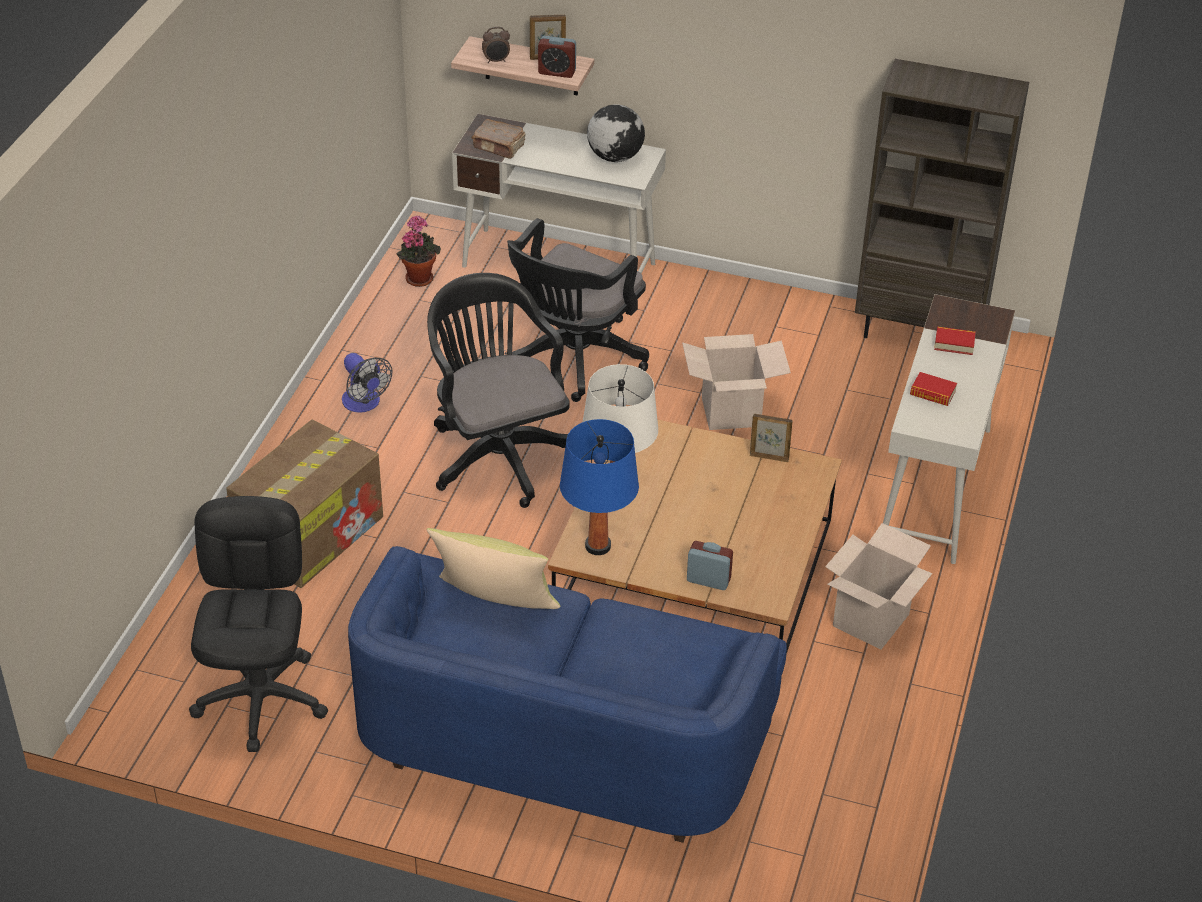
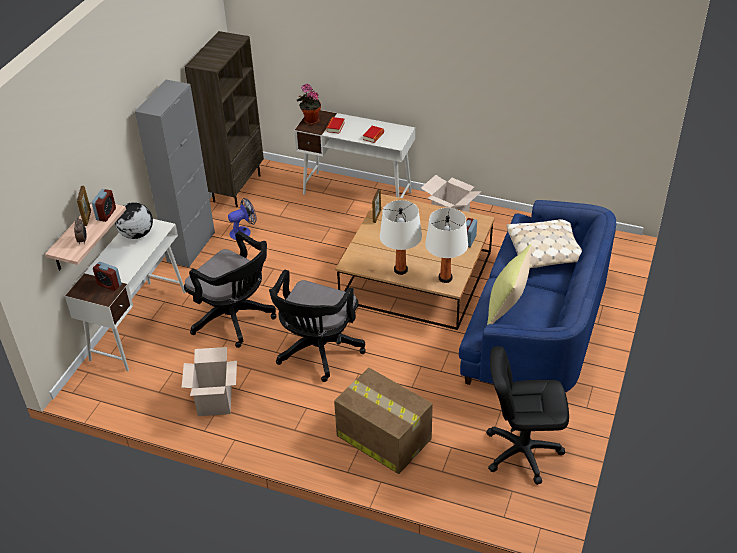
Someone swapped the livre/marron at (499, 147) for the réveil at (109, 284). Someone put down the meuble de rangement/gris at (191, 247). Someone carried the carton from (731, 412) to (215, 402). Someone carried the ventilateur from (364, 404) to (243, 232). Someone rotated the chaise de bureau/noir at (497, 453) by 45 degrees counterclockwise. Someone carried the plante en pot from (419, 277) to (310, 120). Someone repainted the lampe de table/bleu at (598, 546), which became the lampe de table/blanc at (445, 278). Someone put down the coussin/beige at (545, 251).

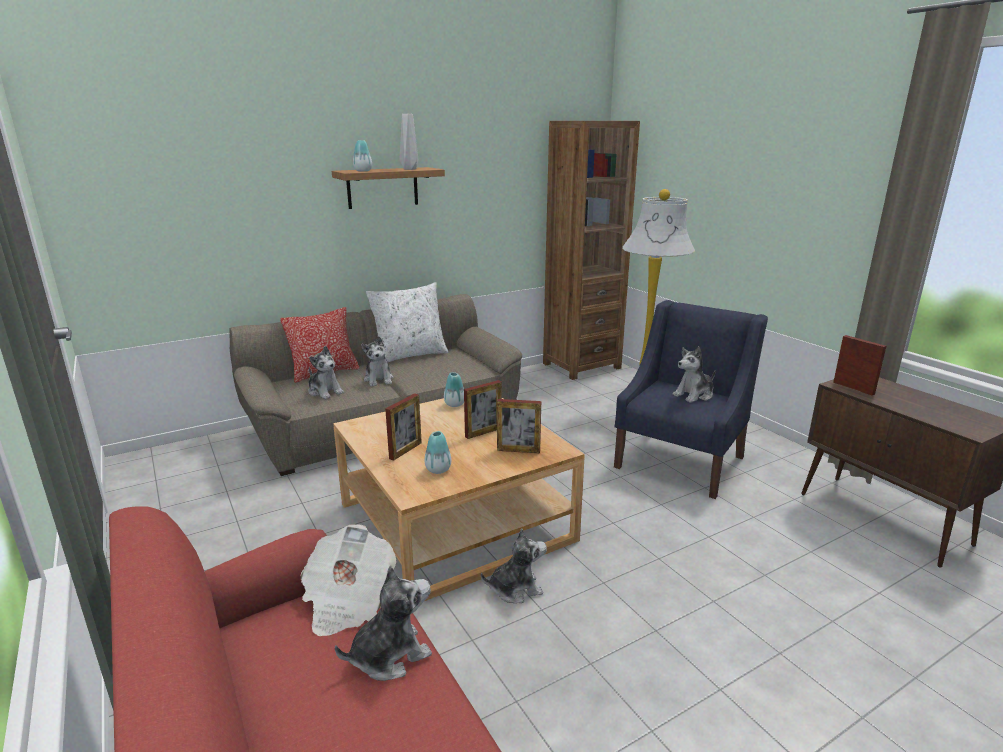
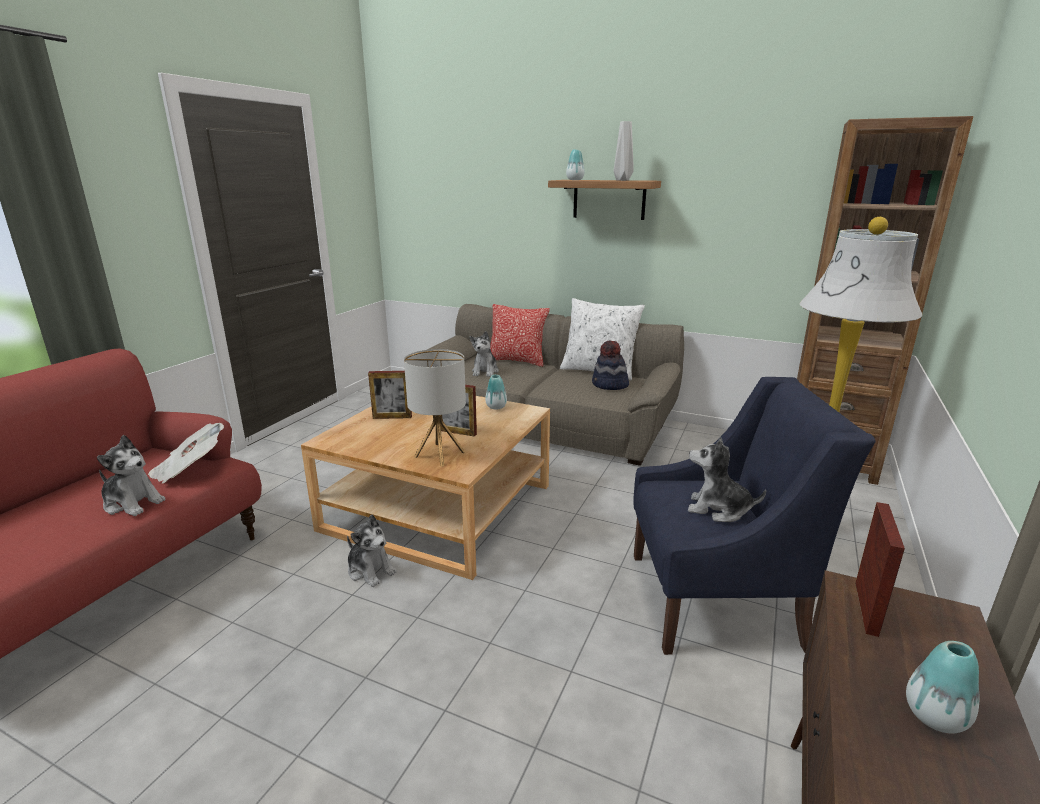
Someone swapped the cadre photo at (518, 450) for the lampe de table at (440, 454). Someone put down the chapeau at (609, 385). Someone carried the vase from (438, 470) to (934, 716). Someone took away the peluche at (379, 379).

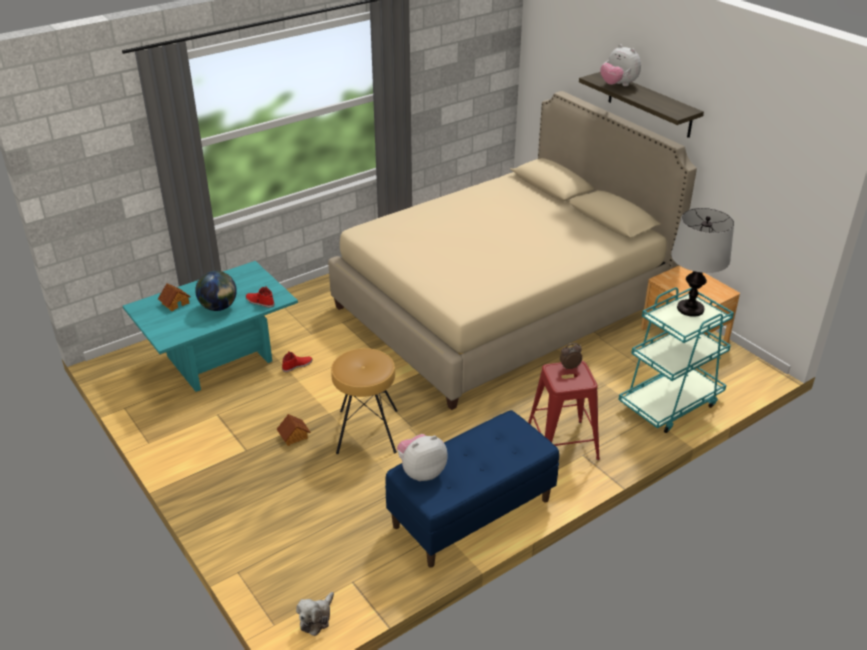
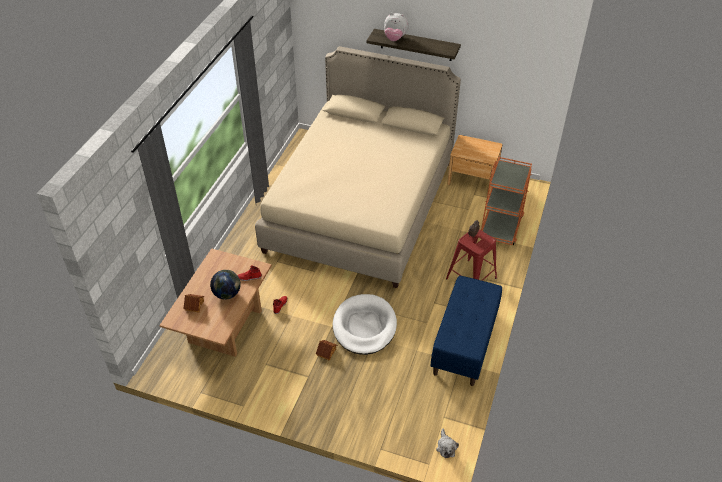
Someone repainted the table basse/turquoise at (219, 356), which became the table basse/marron at (223, 325). Someone swapped the tabouret/marron at (366, 431) for the panier pour chien/blanc at (364, 326). Someone repainted the chariot/turquoise at (670, 404), which became the chariot/orange at (501, 226). Someone took away the peluche at (421, 472). Someone took away the lampe de table at (691, 309).

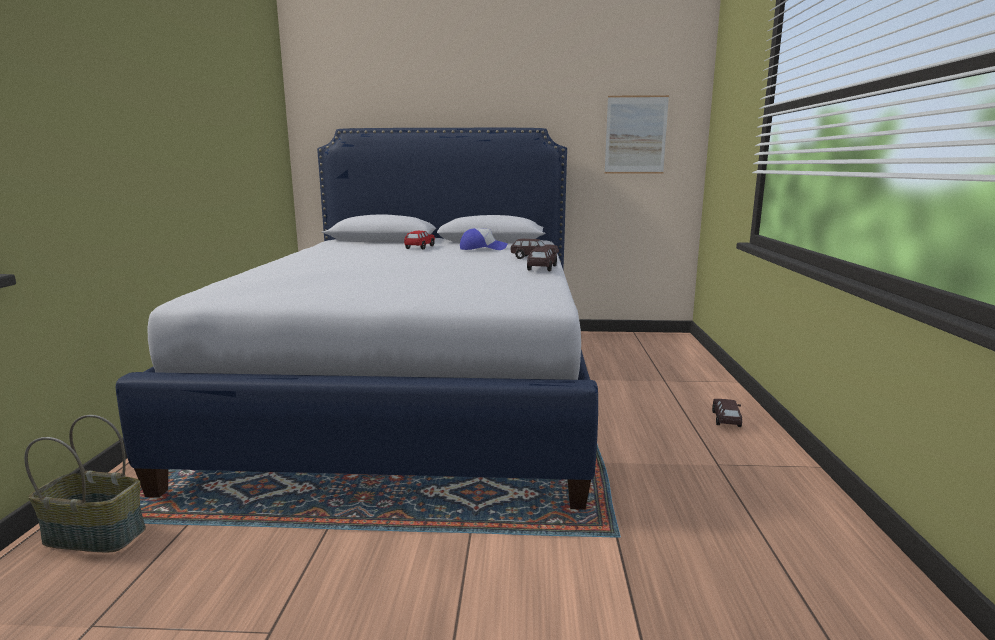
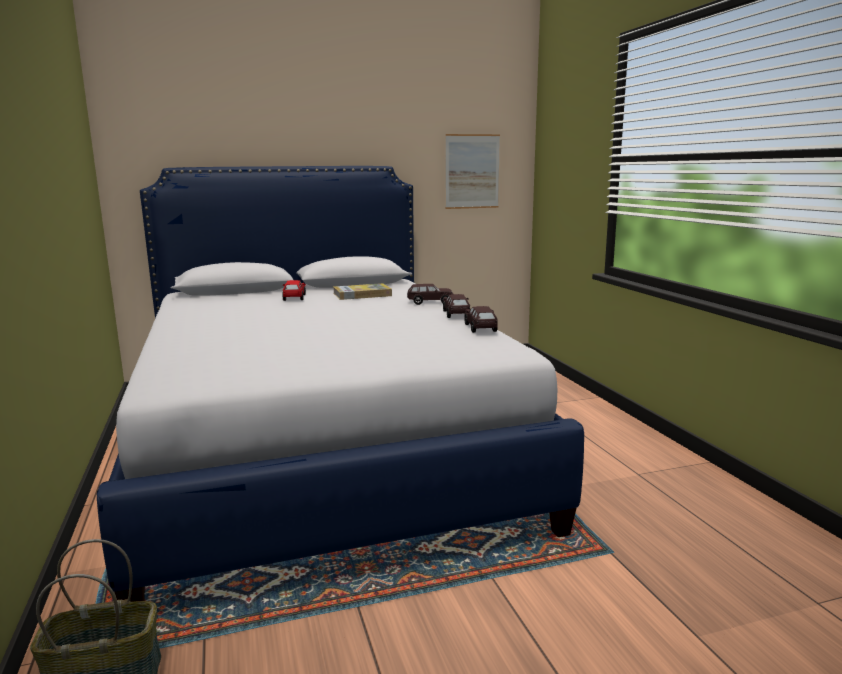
Someone swapped the casquette at (482, 248) for the livre at (362, 294). Someone carried the petite voiture/marron from (726, 420) to (480, 328).

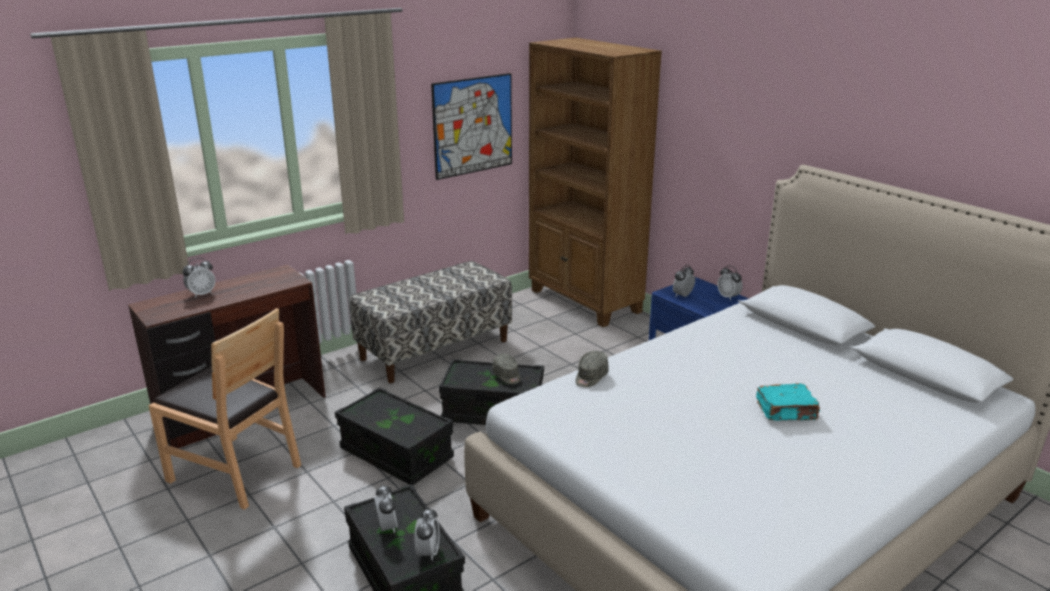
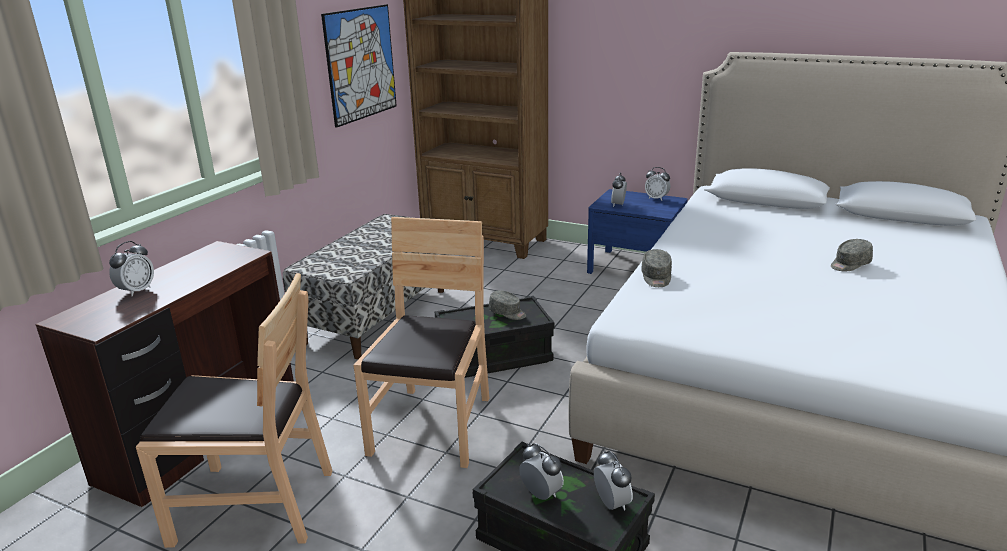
Someone swapped the boîte de rangement/noir at (396, 454) for the chaise/marron at (433, 426). Someone swapped the livre/turquoise at (786, 412) for the casquette/gris at (849, 264).

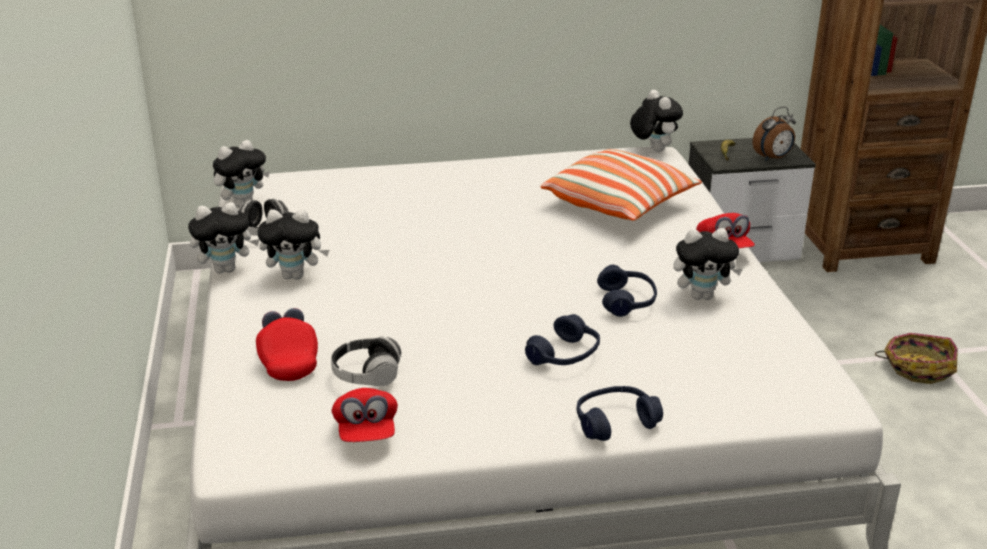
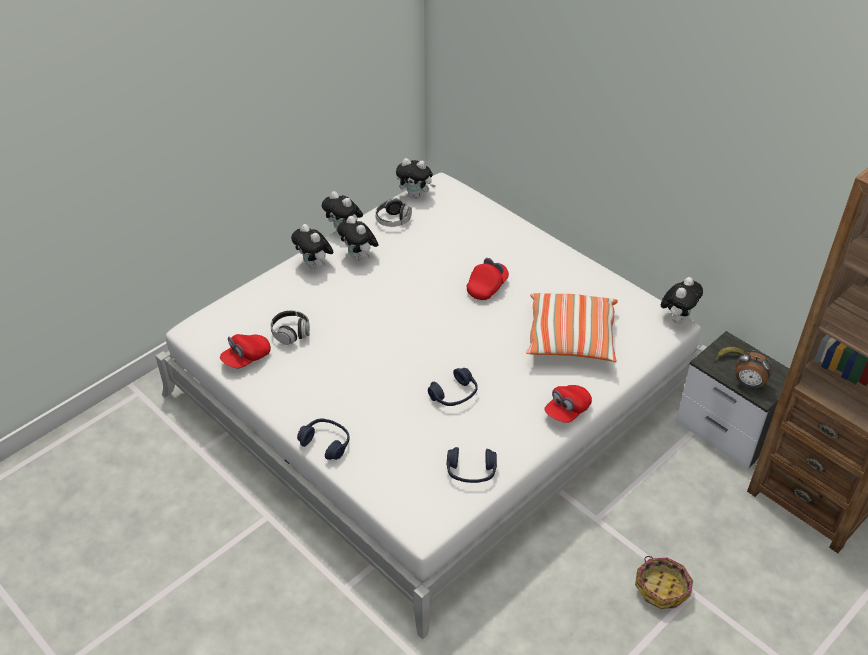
Someone carried the peluche from (702, 296) to (315, 265). Someone carried the casque audio/bleu from (565, 355) to (471, 471). Someone carried the casquette/rouge from (288, 361) to (487, 287).

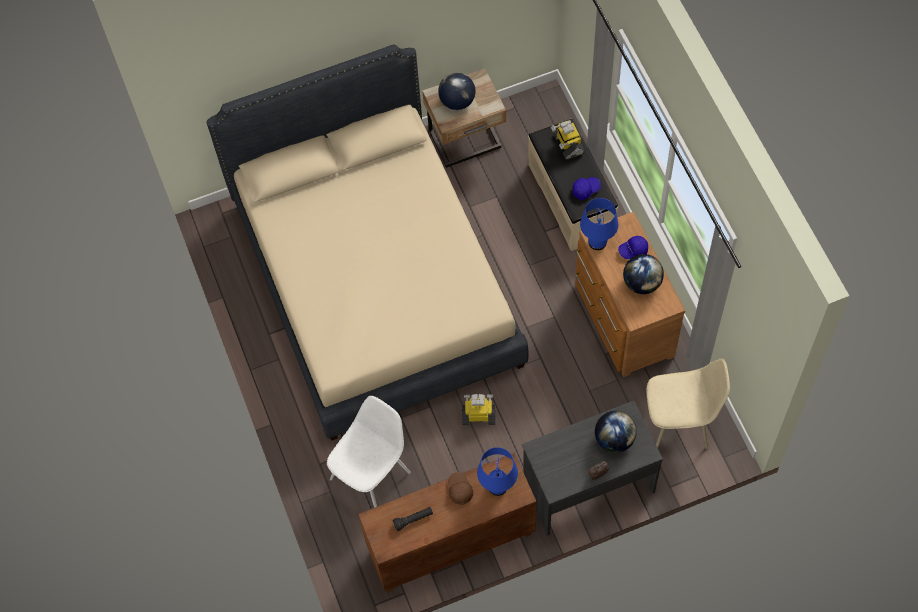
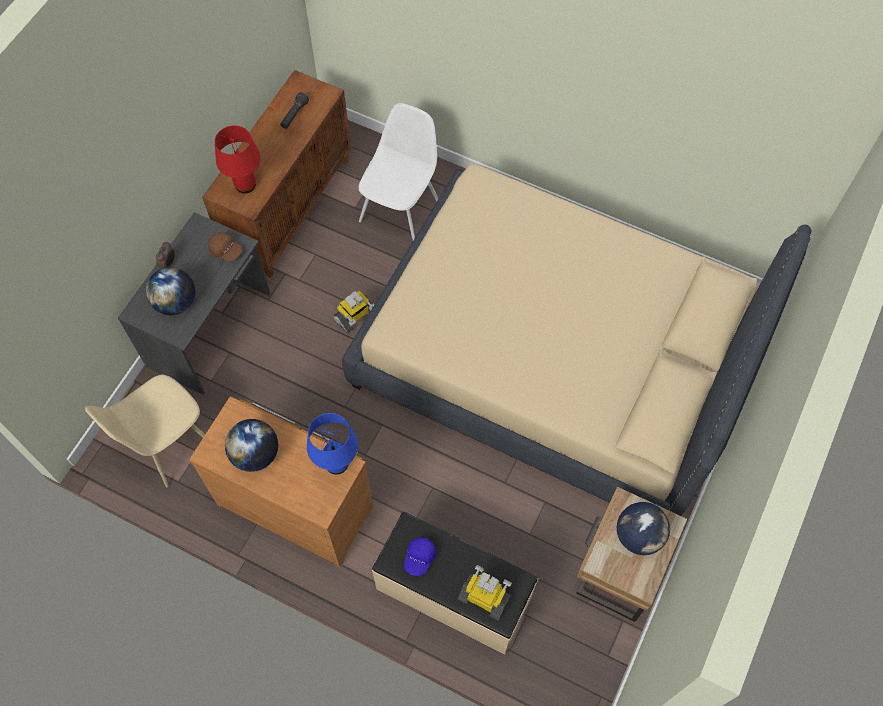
Someone carried the casquette/marron from (460, 490) to (226, 250). Someone repainted the lampe de table/bleu at (498, 486), which became the lampe de table/rouge at (245, 185). Someone rotated the chaise/blanc at (371, 474) by 150 degrees counterclockwise. Someone took away the casquette/bleu at (633, 250).

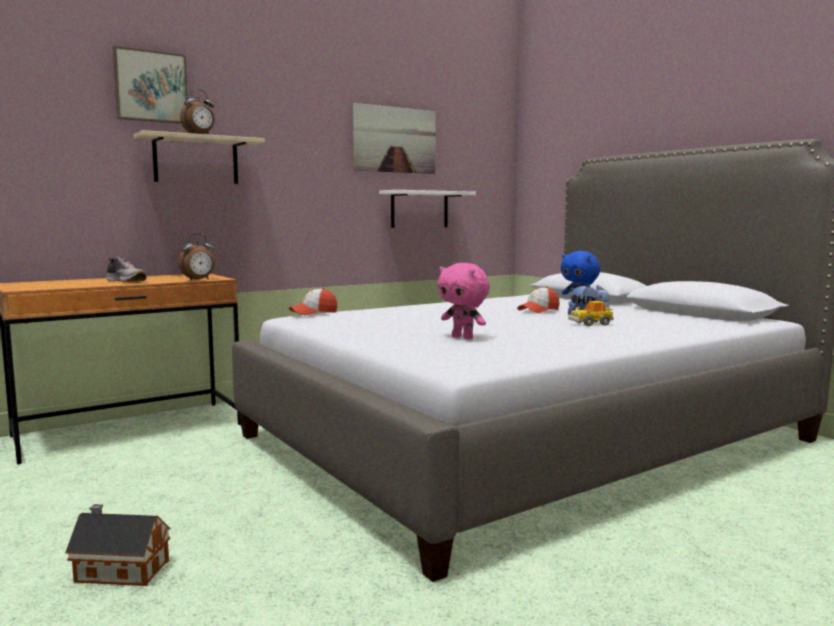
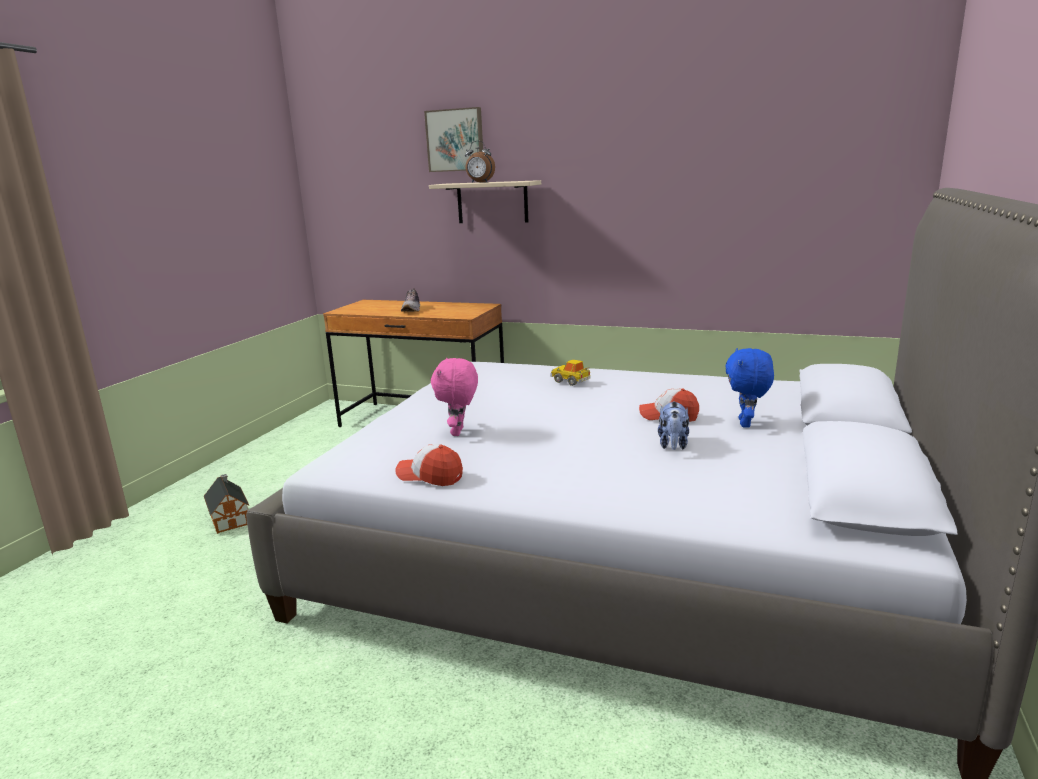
Someone carried the casquette from (313, 313) to (430, 476). Someone carried the petite voiture from (590, 324) to (570, 381). Someone took away the réveil at (199, 280). Someone took away the tableau at (395, 140). Someone took away the étagère/blanc at (419, 209).

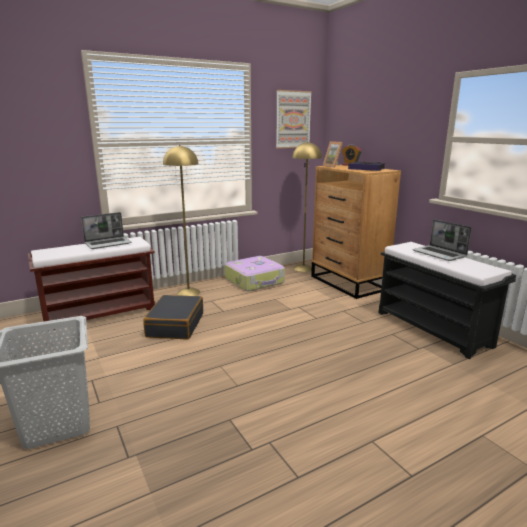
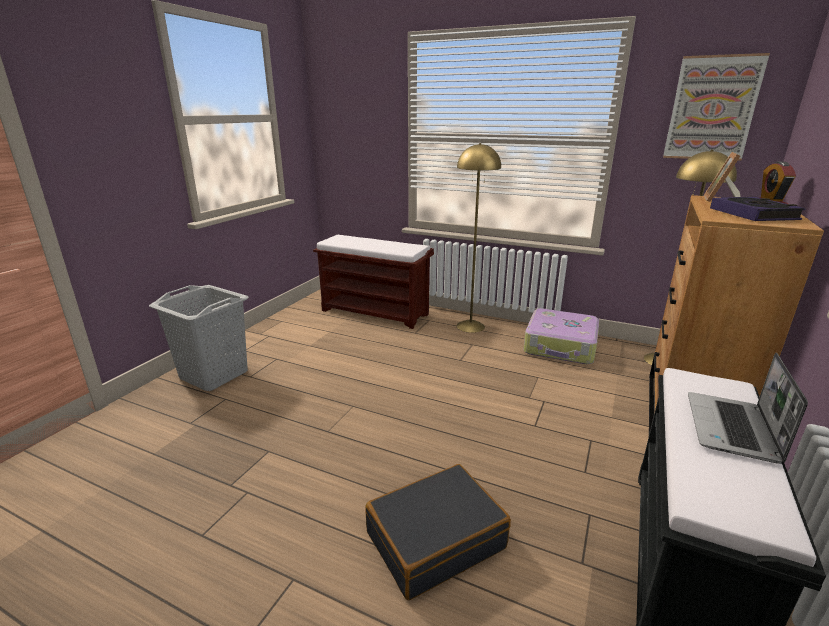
Someone carried the valise/noir from (175, 325) to (435, 539). Someone took away the ordinateur portable at (108, 243).

